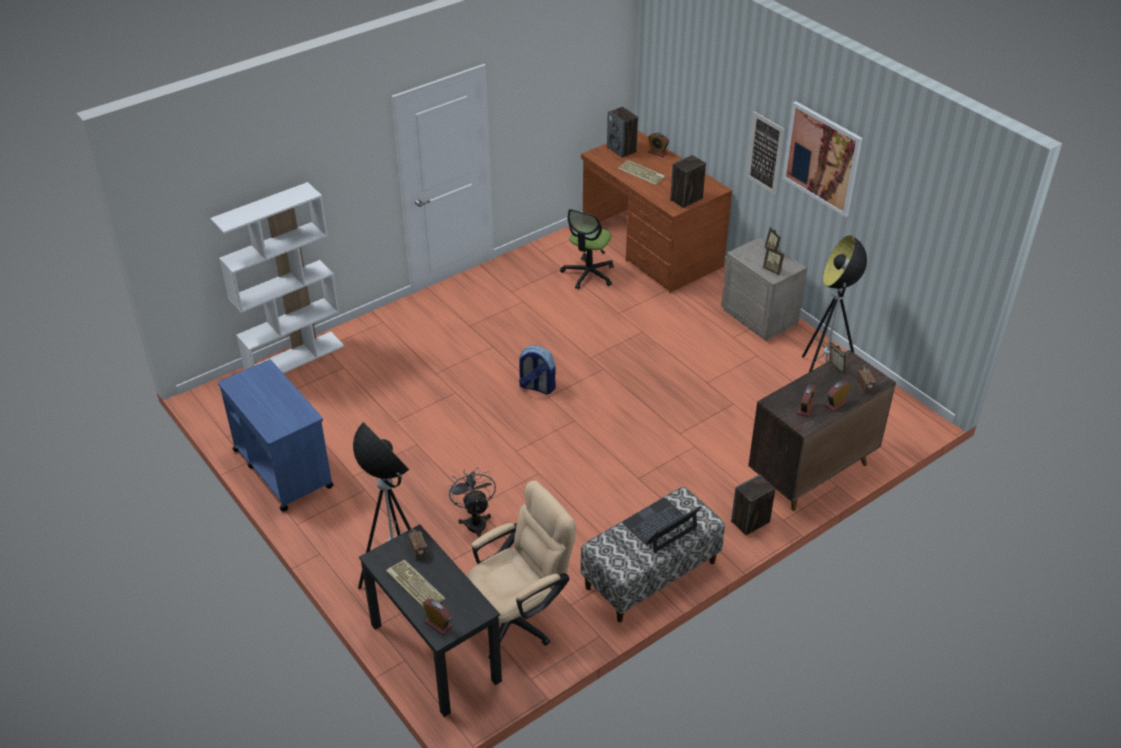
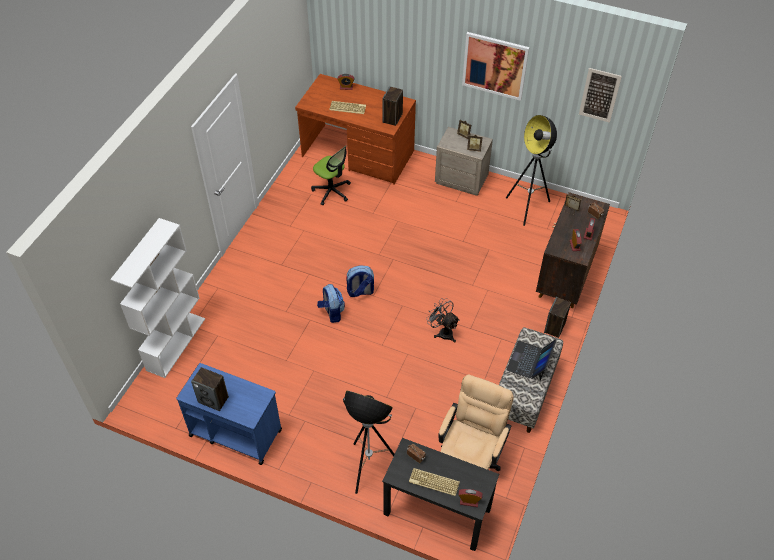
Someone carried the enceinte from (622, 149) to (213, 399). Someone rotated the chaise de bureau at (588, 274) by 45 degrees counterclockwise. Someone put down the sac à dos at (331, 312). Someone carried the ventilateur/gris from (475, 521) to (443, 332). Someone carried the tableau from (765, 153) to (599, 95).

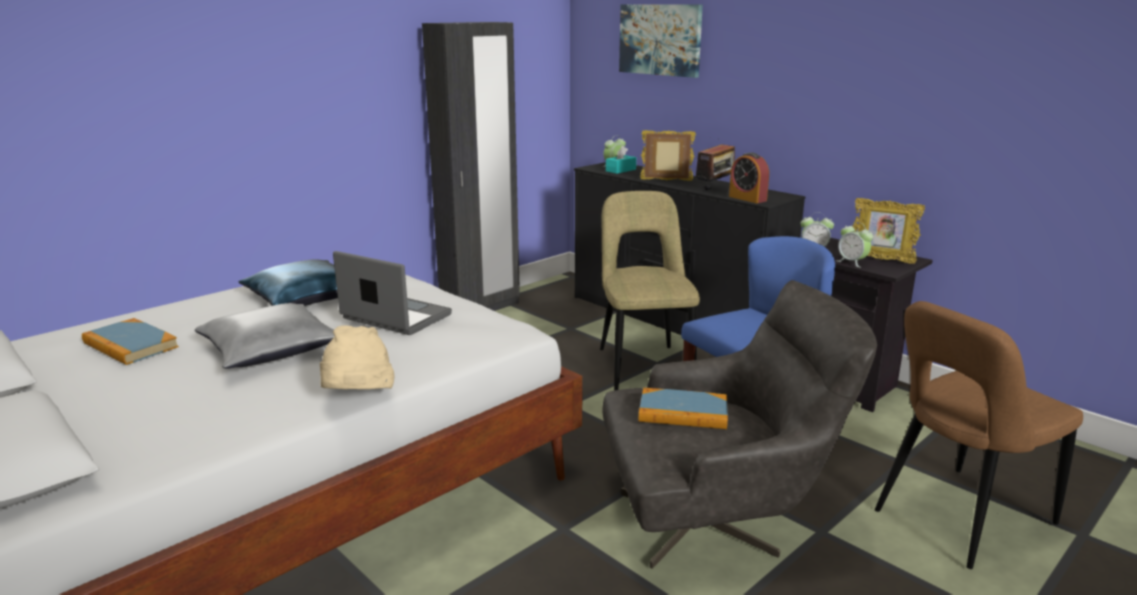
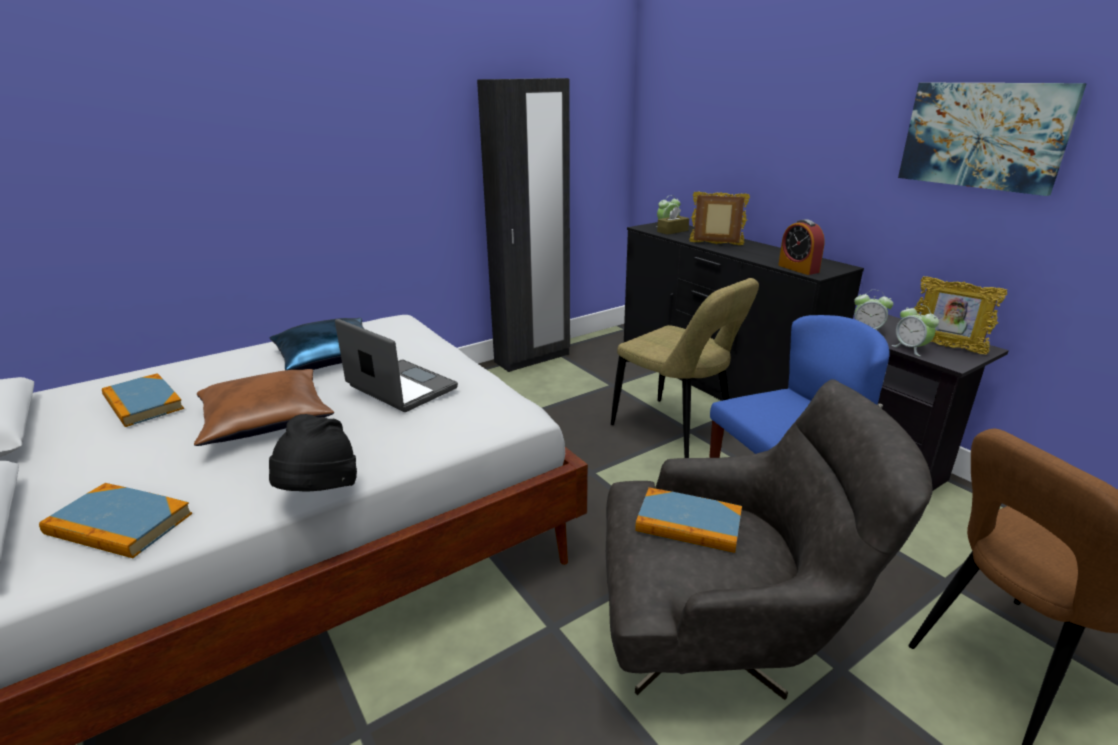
Someone put down the livre at (119, 524). Someone repainted the coussin/gris at (272, 349), which became the coussin/marron at (266, 419). Someone repainted the chapeau/beige at (358, 399), which became the chapeau/noir at (319, 493). Someone rotated the chaise/beige at (643, 365) by 135 degrees clockwise. Someone repainted the boîte à mouchoirs/turquoise at (620, 170), which became the boîte à mouchoirs/marron at (672, 231). Someone carried the tableau from (660, 39) to (983, 135). Someone took away the radio at (715, 189).

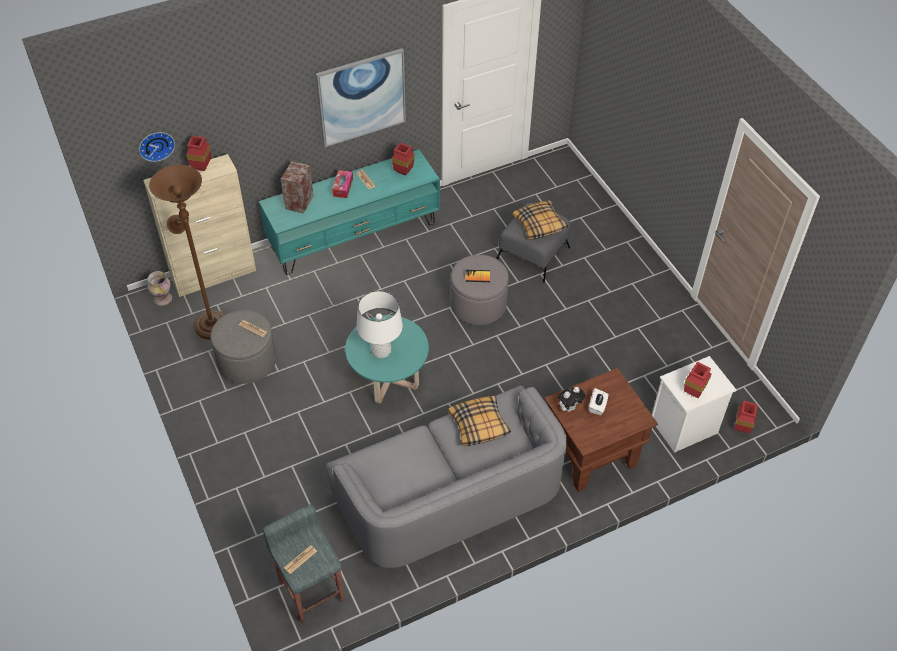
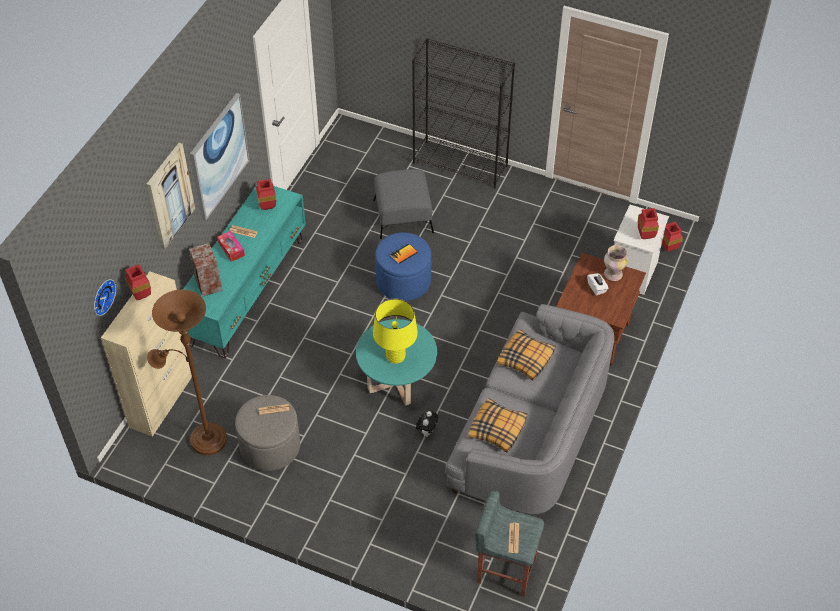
Someone put up the tableau at (169, 196). Someone repainted the lampe de table/blanc at (381, 351), which became the lampe de table/jaune at (395, 356). Someone repainted the pouf/gris at (478, 304), which became the pouf/bleu at (403, 281). Someone put down the bibliothèque/noir at (460, 164). Someone carried the peluche from (569, 407) to (427, 431). Someone carried the coussin from (539, 225) to (498, 429). Someone carried the vase from (163, 298) to (612, 274).

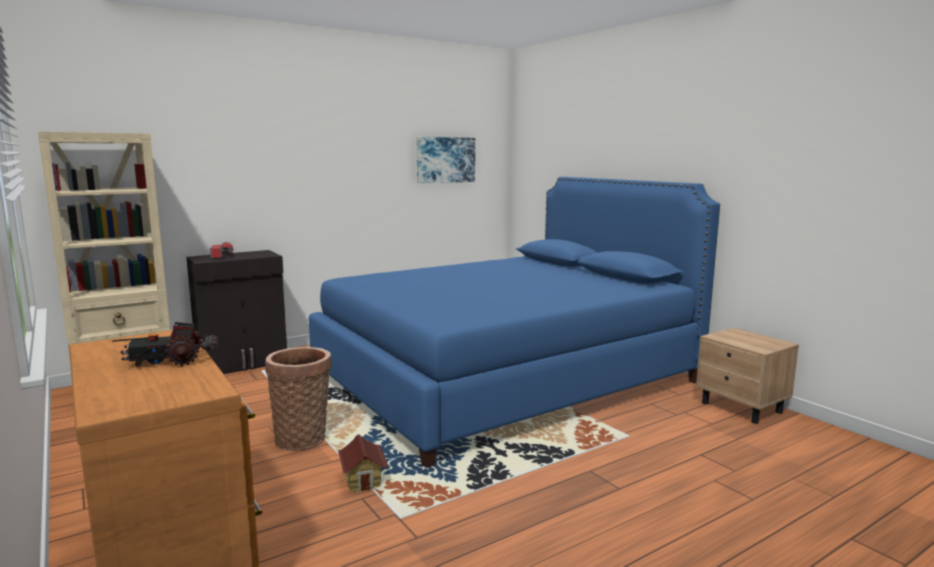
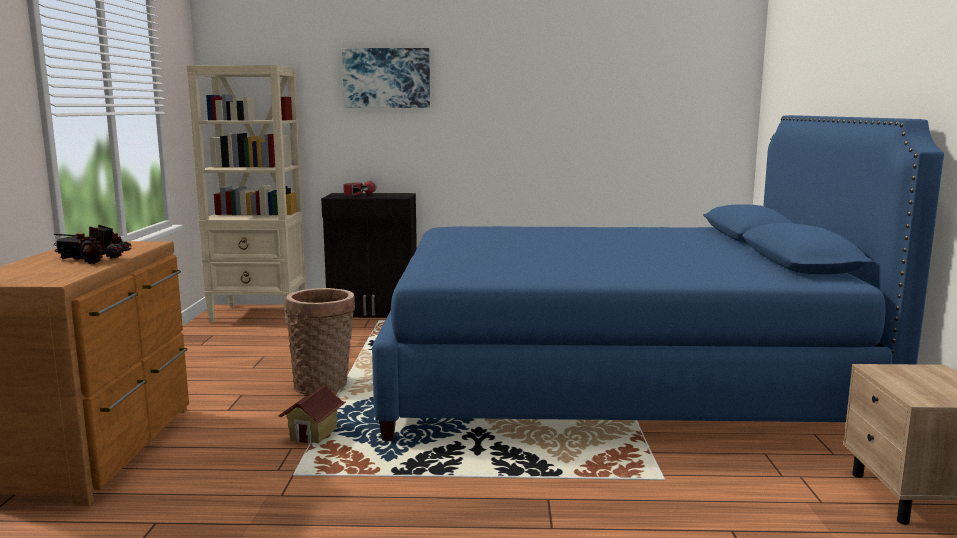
Someone carried the tableau from (445, 160) to (386, 78).

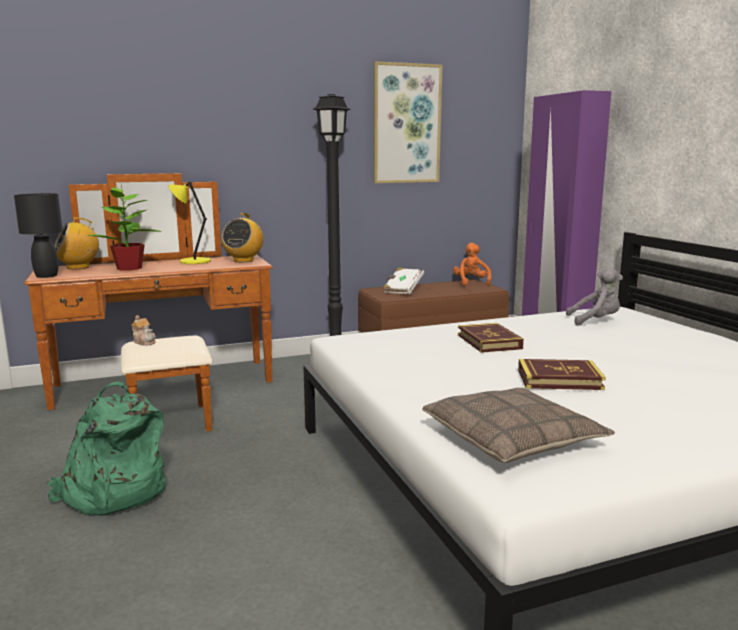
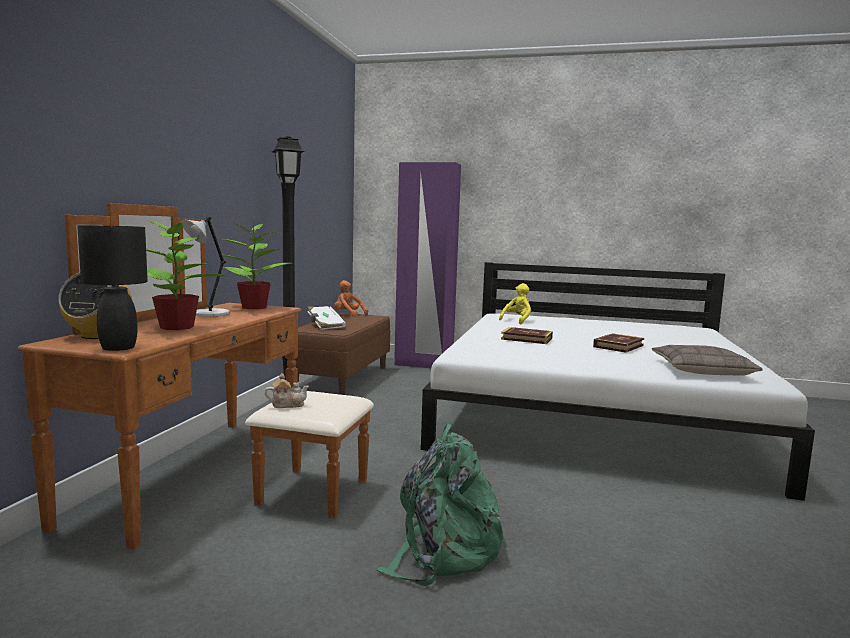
Someone repainted the lampe de table/jaune at (193, 261), which became the lampe de table/gris at (208, 314). Someone swapped the radio at (243, 260) for the plante en pot at (253, 307). Someone repainted the peluche/gris at (595, 321), which became the peluche/jaune at (517, 321). Someone took away the tableau at (406, 124).

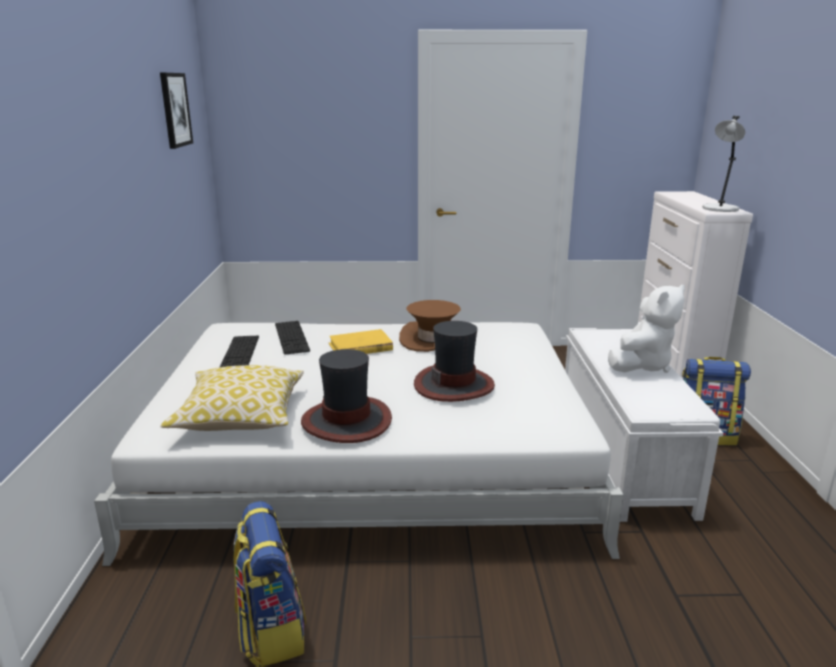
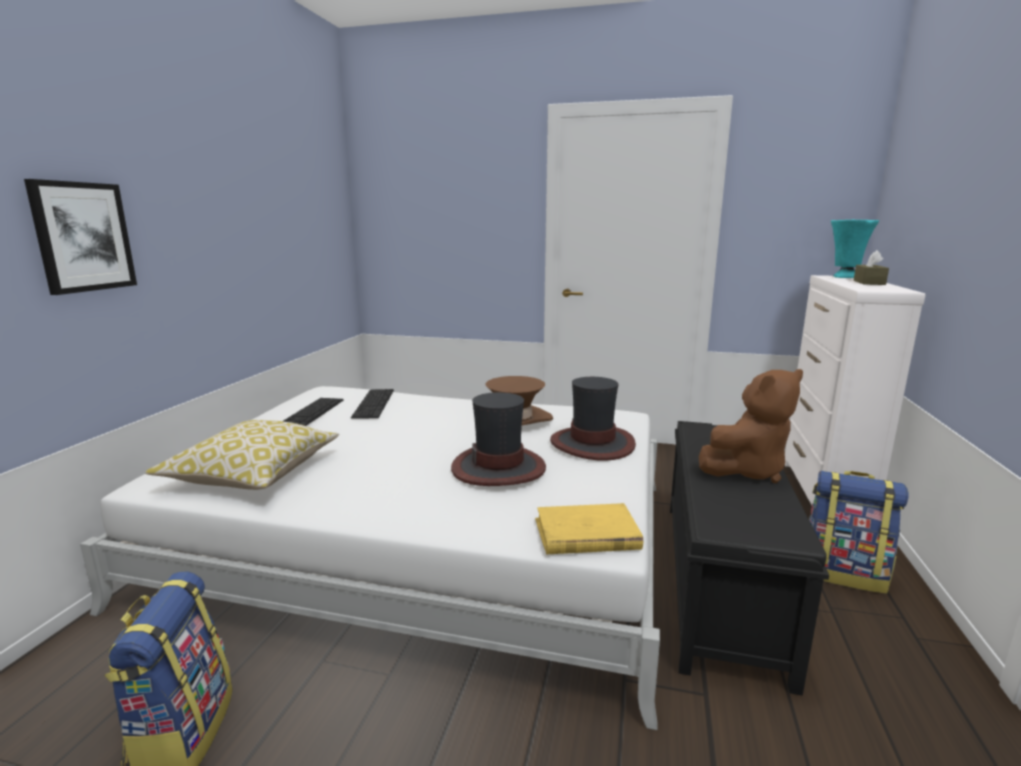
Someone carried the tableau from (175, 110) to (83, 237). Someone carried the livre/jaune from (360, 347) to (586, 534). Someone carried the chapeau from (347, 421) to (592, 444). Someone repainted the banc/blanc at (621, 453), which became the banc/noir at (719, 579). Someone repainted the peluche/blanc at (642, 365), which became the peluche/marron at (746, 470). Someone put down the vase/turquoise at (845, 277). Someone put down the boîte à mouchoirs/marron at (869, 282). Someone took away the lampe de table/gris at (720, 209).

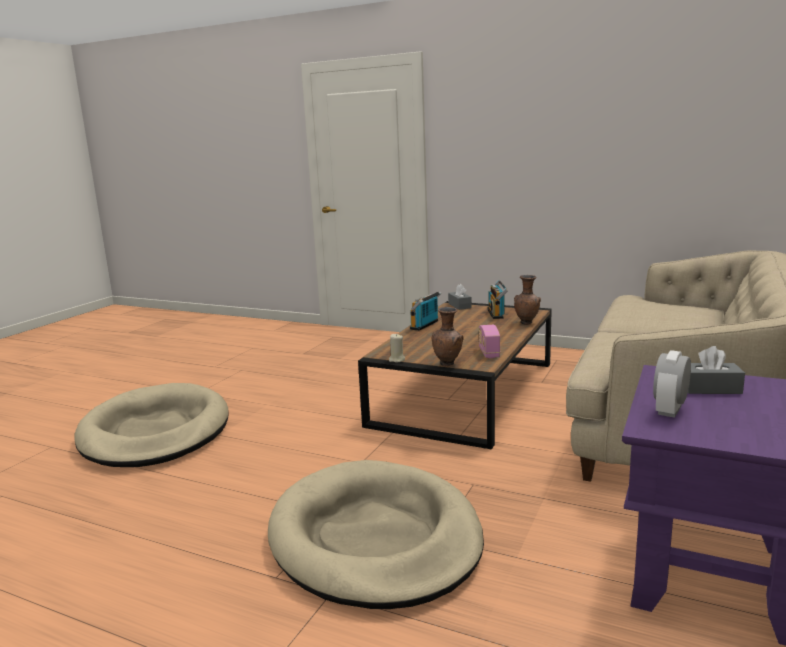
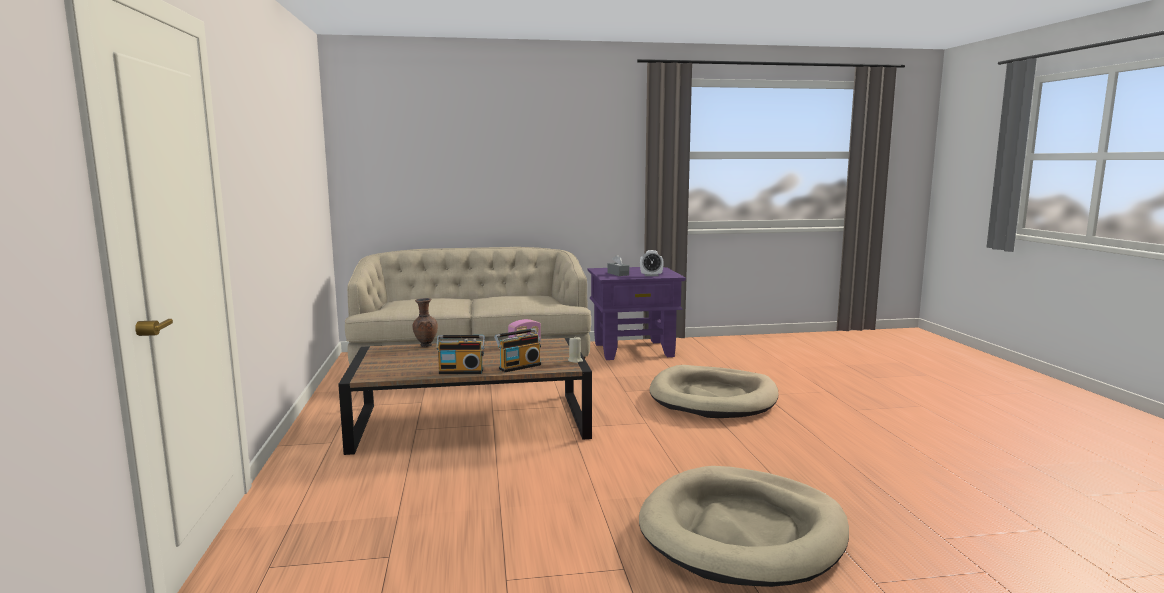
Someone carried the radio from (497, 314) to (519, 366). Someone took away the vase/marron at (448, 364). Someone took away the boîte à mouchoirs/gris at (459, 306).

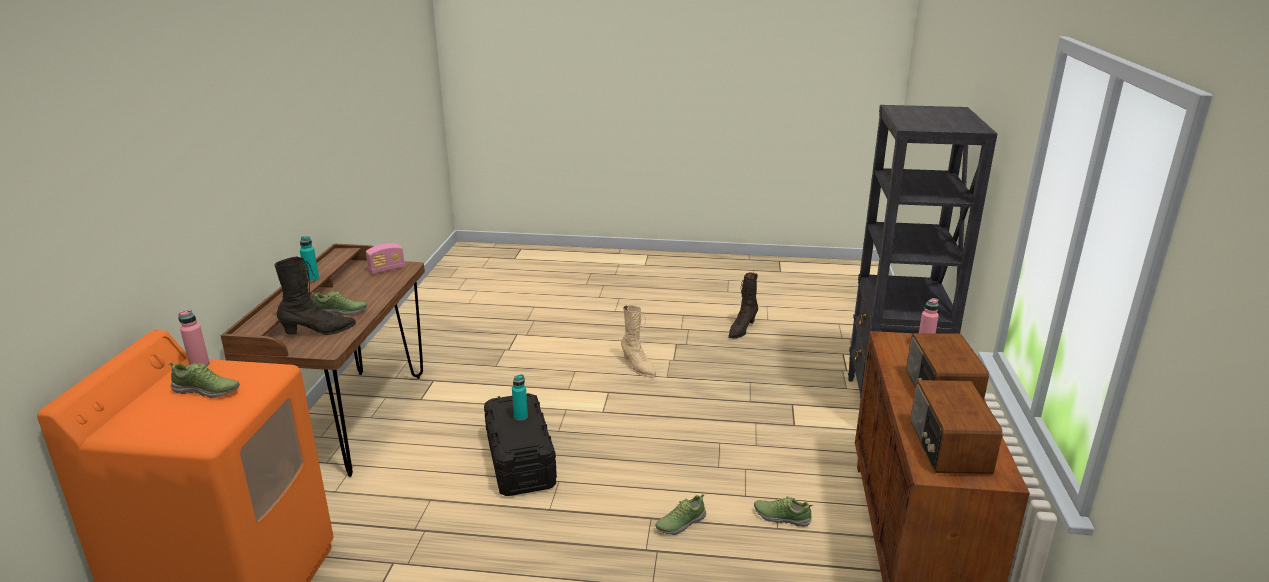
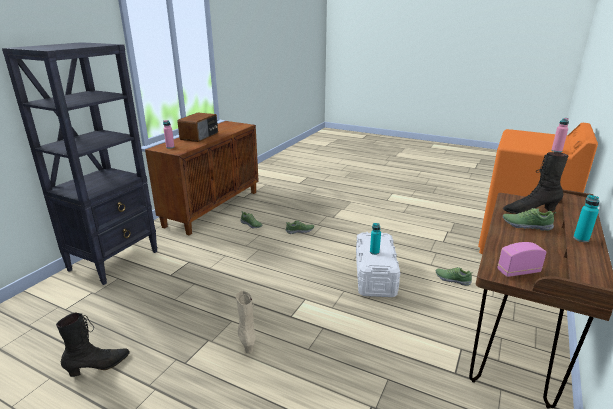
Someone repainted the boîte de rangement/noir at (520, 460), which became the boîte de rangement/blanc at (374, 275). Someone carried the chaussure from (207, 391) to (452, 279). Someone took away the radio at (947, 447).

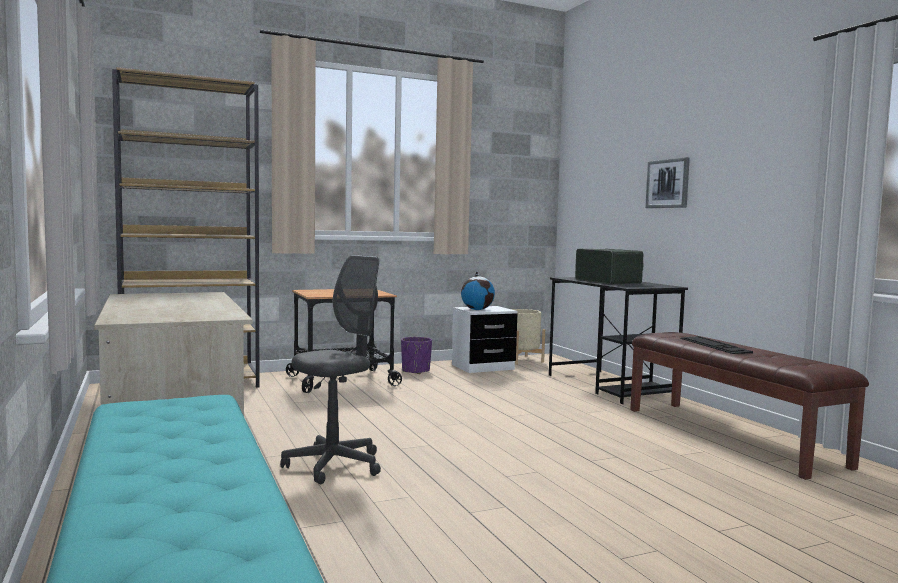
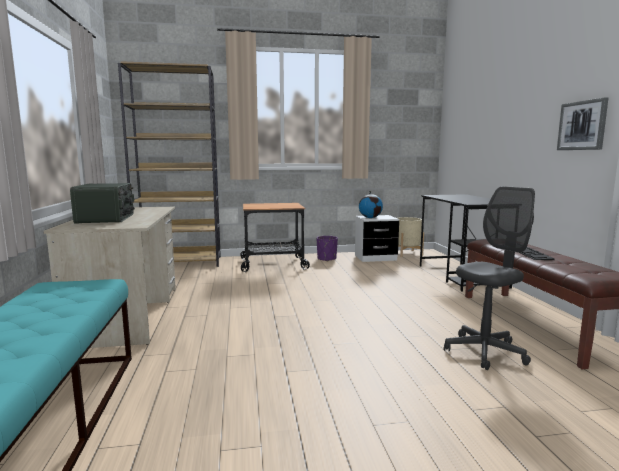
Someone carried the radio from (608, 281) to (107, 218). Someone carried the chaise de bureau/gris from (334, 465) to (485, 352). Someone carried the tableau from (668, 183) to (582, 125).

